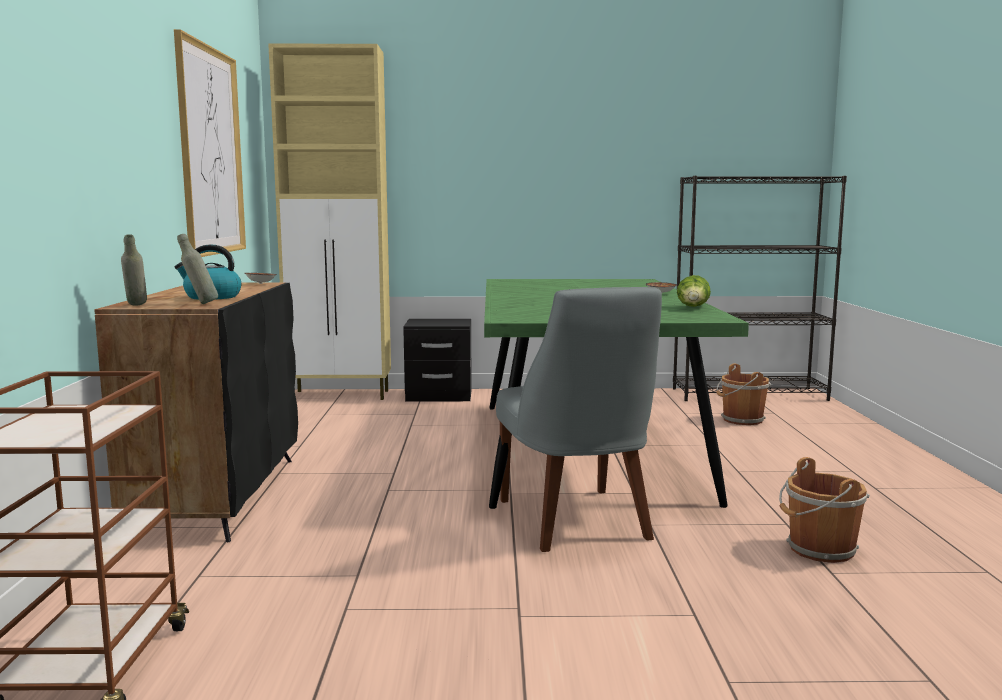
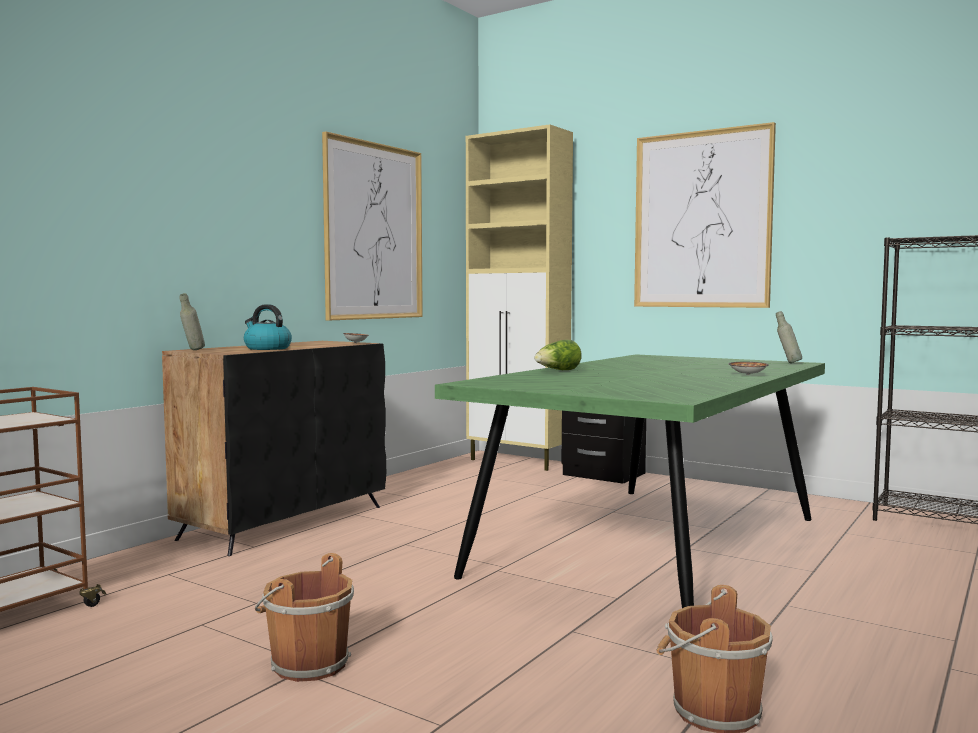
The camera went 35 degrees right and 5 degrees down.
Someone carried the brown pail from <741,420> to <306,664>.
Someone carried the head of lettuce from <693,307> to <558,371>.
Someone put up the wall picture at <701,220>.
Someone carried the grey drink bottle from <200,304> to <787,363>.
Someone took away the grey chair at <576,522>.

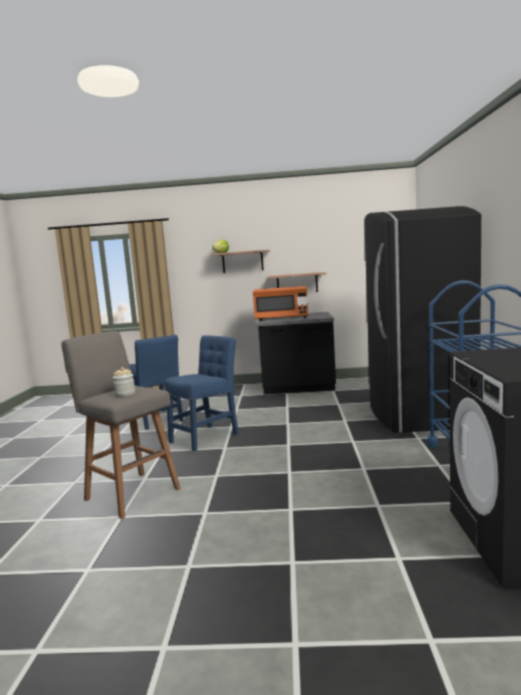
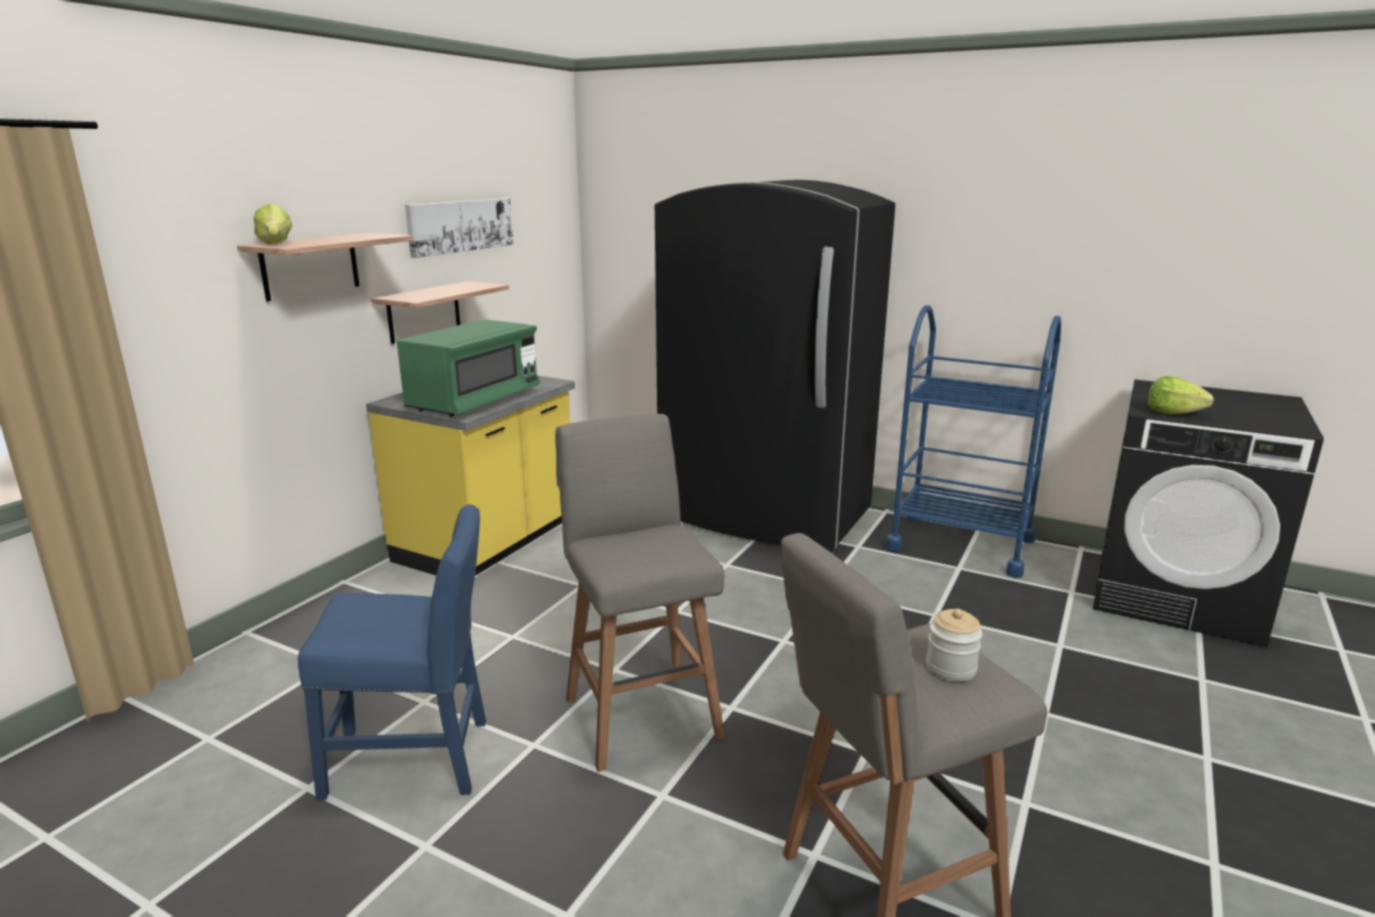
The camera went 65 degrees left and 10 degrees up.
Someone repainted the black kitchen base unit at <298,388>, which became the yellow kitchen base unit at <488,543>.
Someone repainted the orange-coloured microwave oven at <281,318>, which became the greenish microwave oven at <475,401>.
Someone put up the wall picture at <460,226>.
Someone swapped the bluish chair at <206,437> for the grey stool seat at <640,714>.
Someone put down the head of lettuce at <1172,413>.

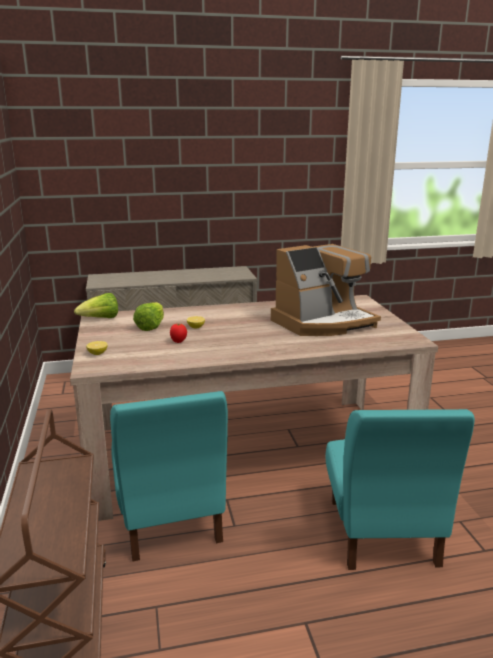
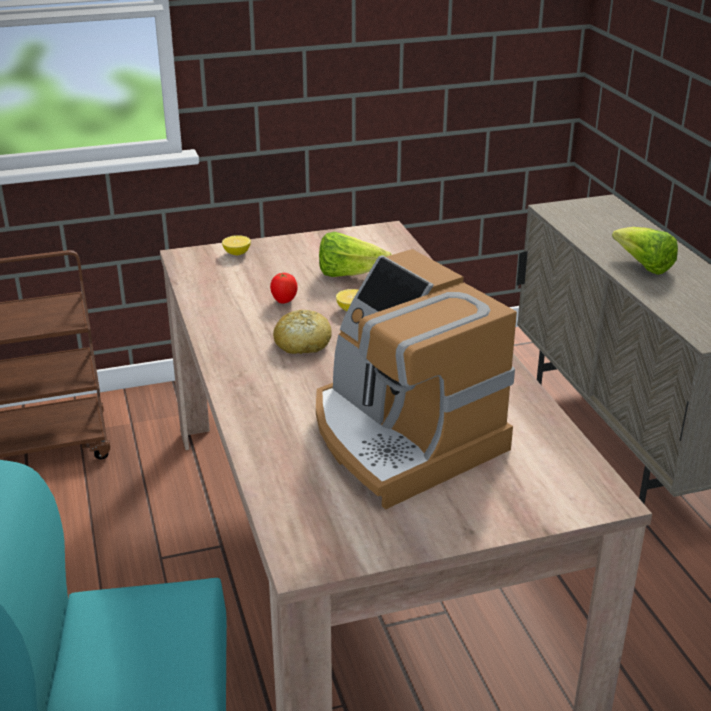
The camera went 85 degrees right and 10 degrees up.
Someone put down the bakery bread at <302,343>.
Someone carried the head of lettuce from <100,319> to <643,266>.
Someone took away the blue-green chair at <170,519>.

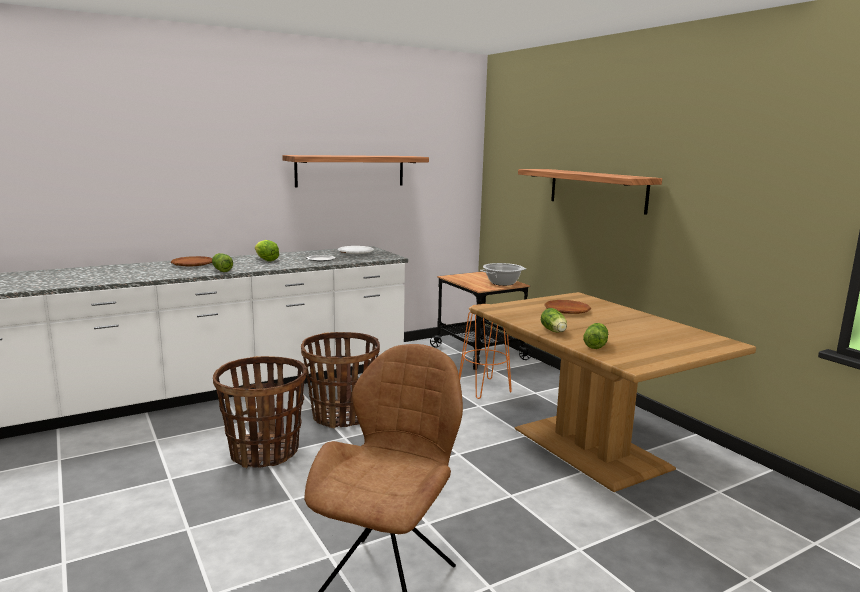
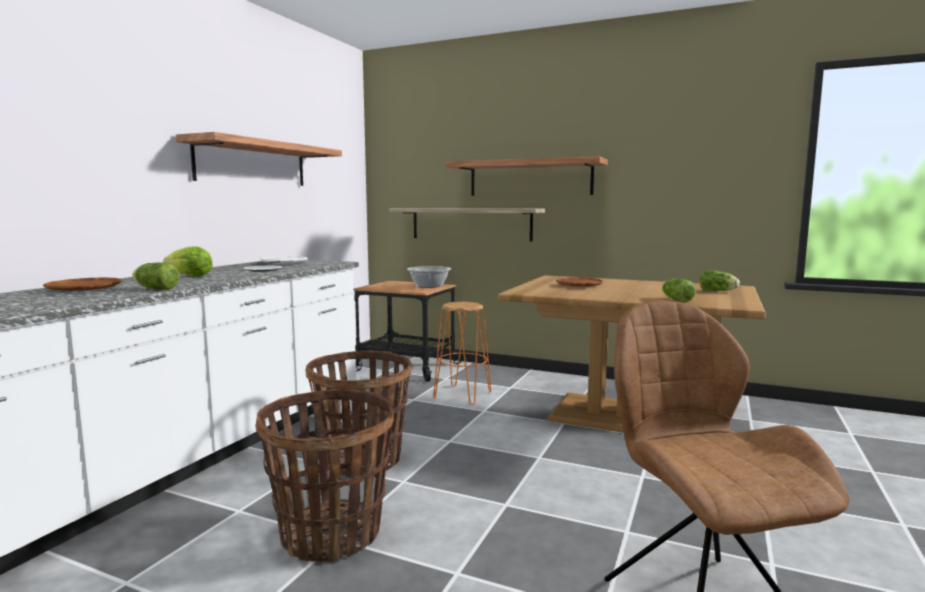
The camera went 35 degrees left and 5 degrees down.
Someone put up the wall shelf at <470,224>.
Someone carried the head of lettuce from <554,331> to <719,291>.

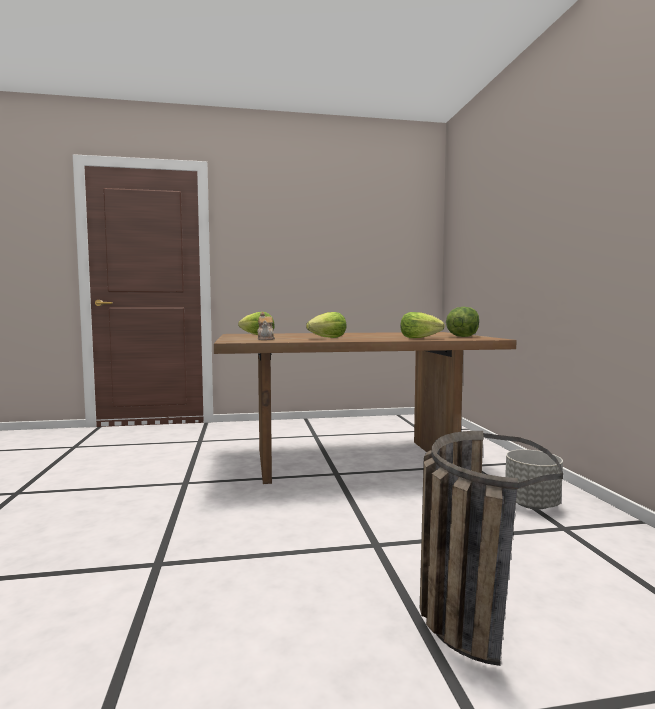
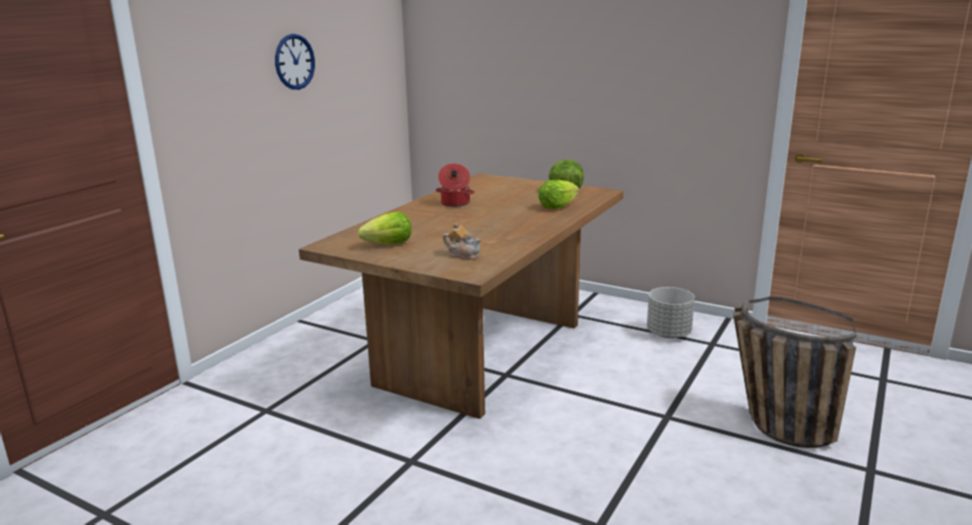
The camera went 50 degrees left and 15 degrees up.
Someone put up the wall clock at <294,62>.
Someone put down the stockpot at <455,203>.
Someone took away the head of lettuce at <328,338>.

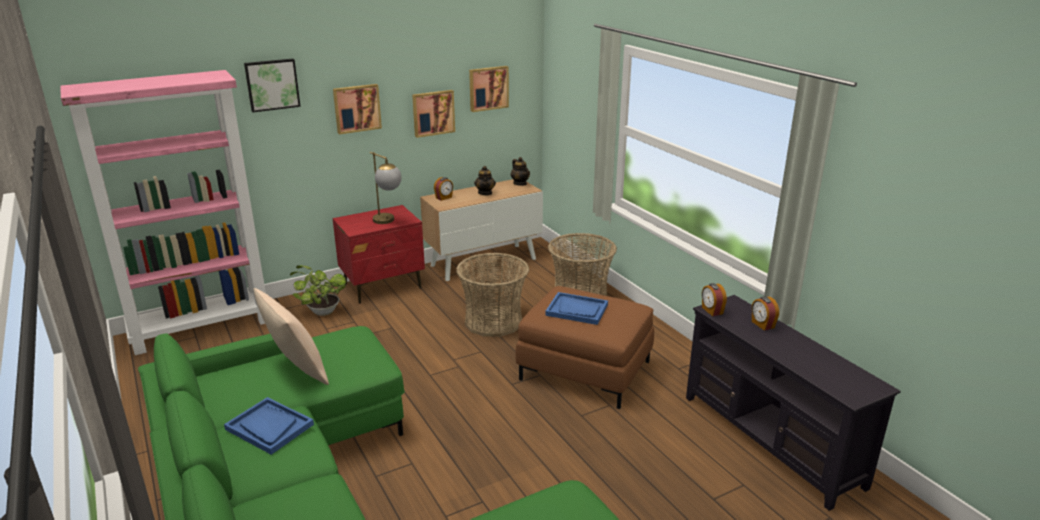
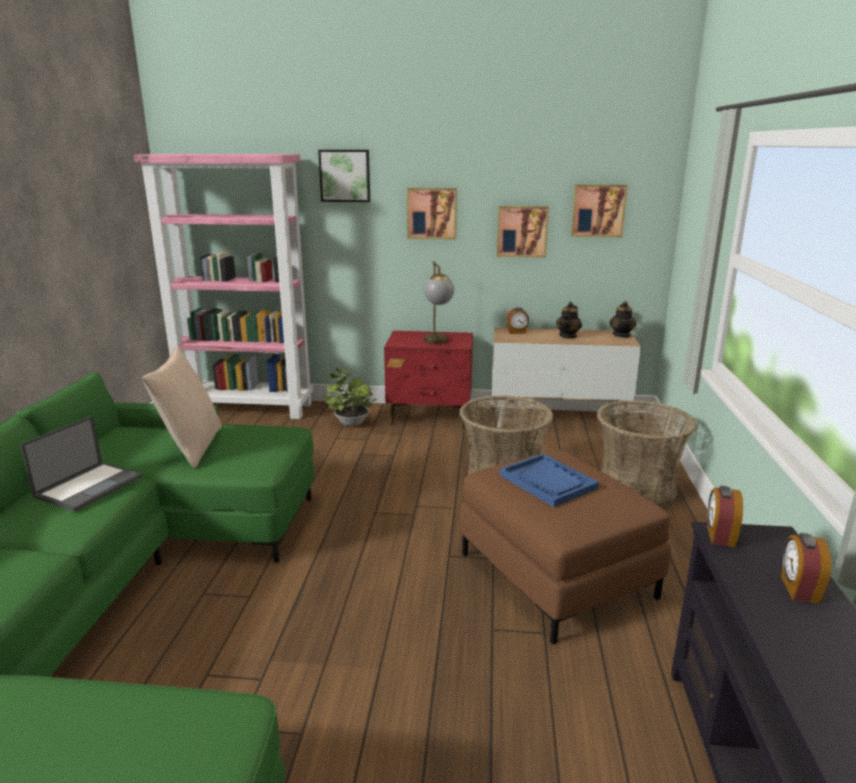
The camera went 35 degrees right and 5 degrees down.
Someone swapped the bluish tray at <269,427> for the portable computer at <89,486>.

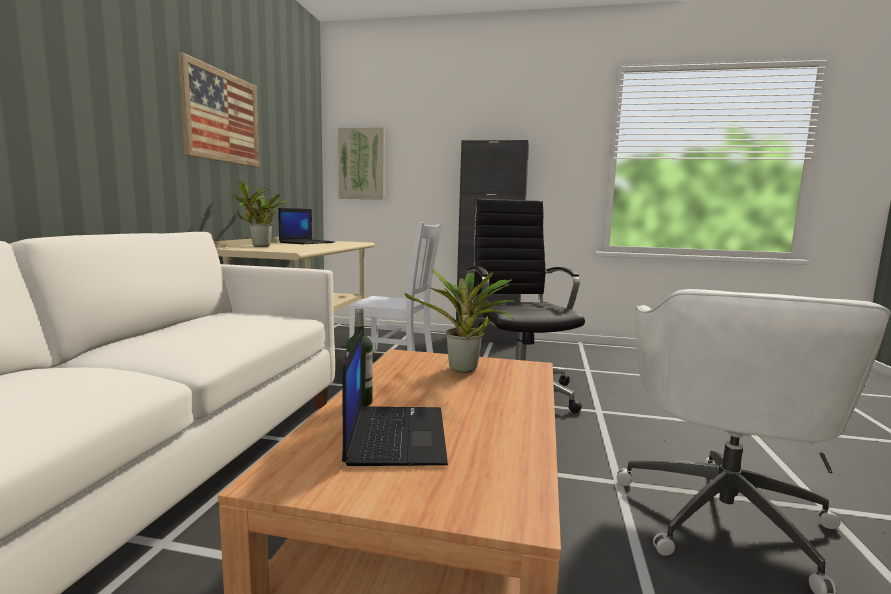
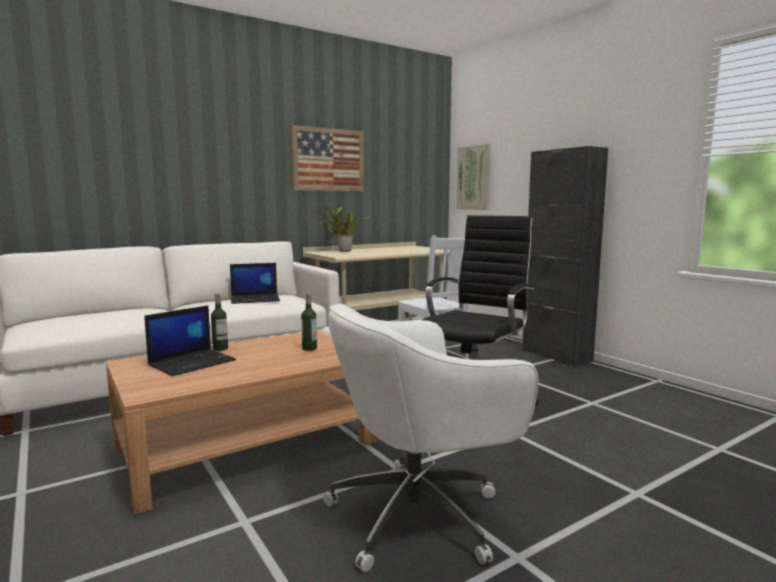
The camera went 45 degrees right and 0 degrees up.
Someone carried the portable computer from <307,242> to <256,299>.
Someone swapped the potted plant at <464,370> for the drink bottle at <309,348>.

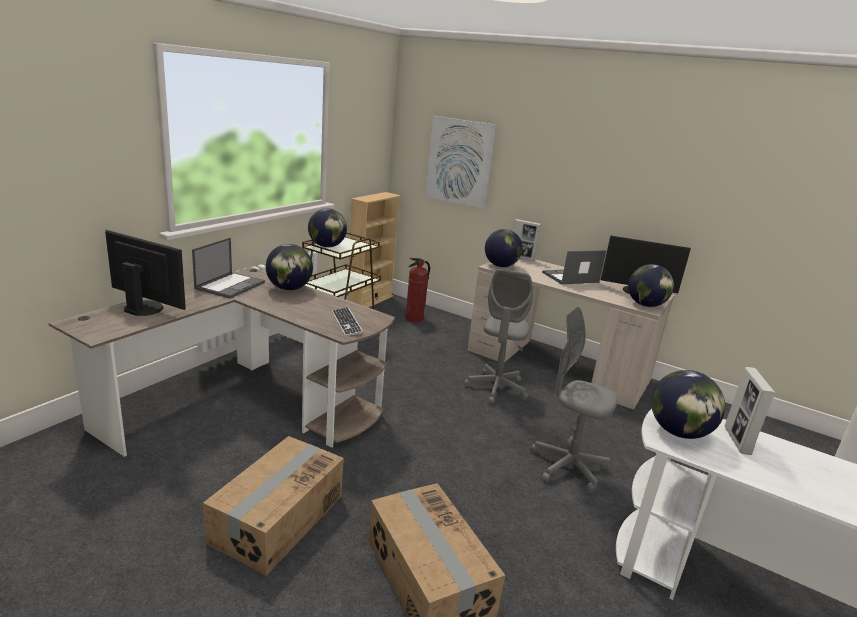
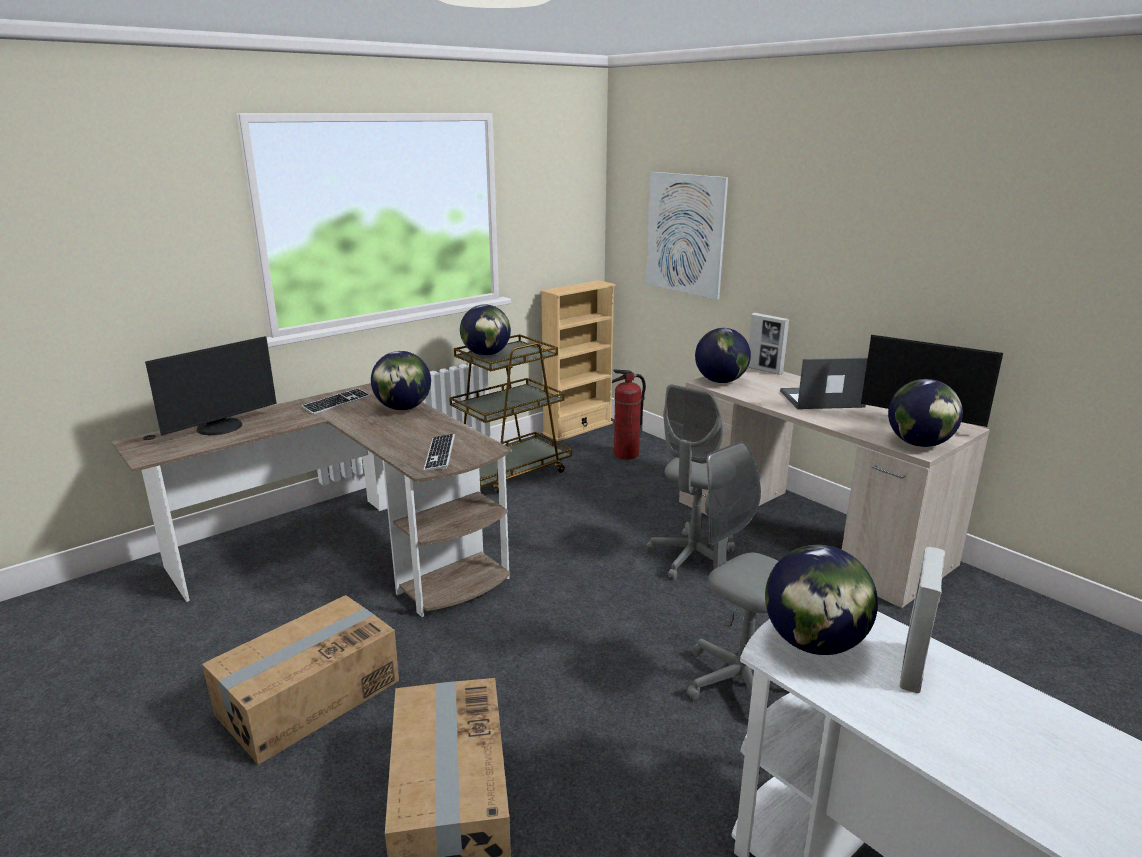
The camera went 20 degrees right and 0 degrees up.
Someone rotated the computer display at <145,308> by 90 degrees clockwise.
Someone swapped the portable computer at <230,285> for the PC keyboard at <337,403>.

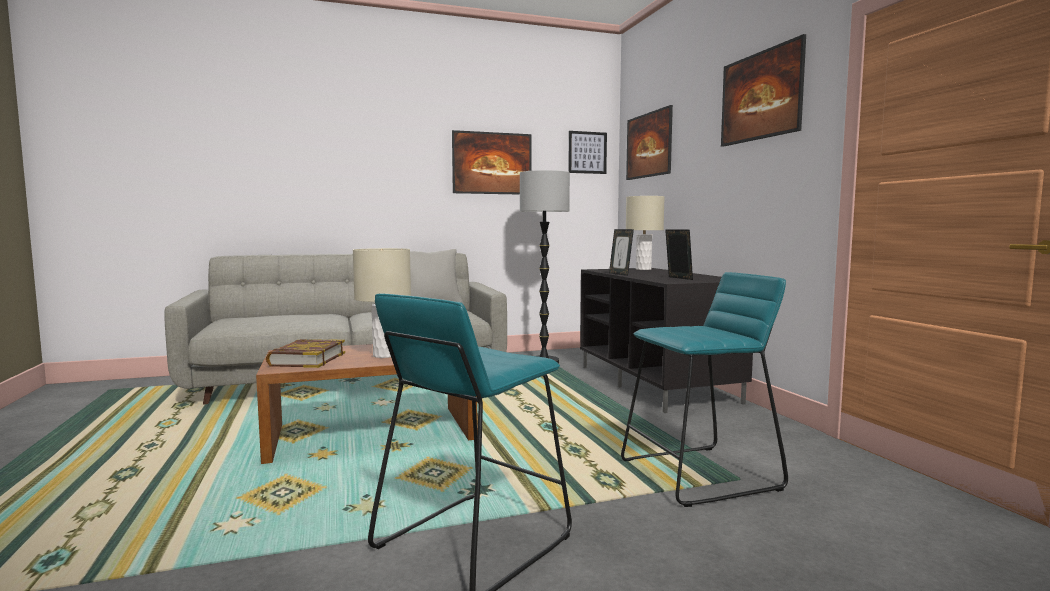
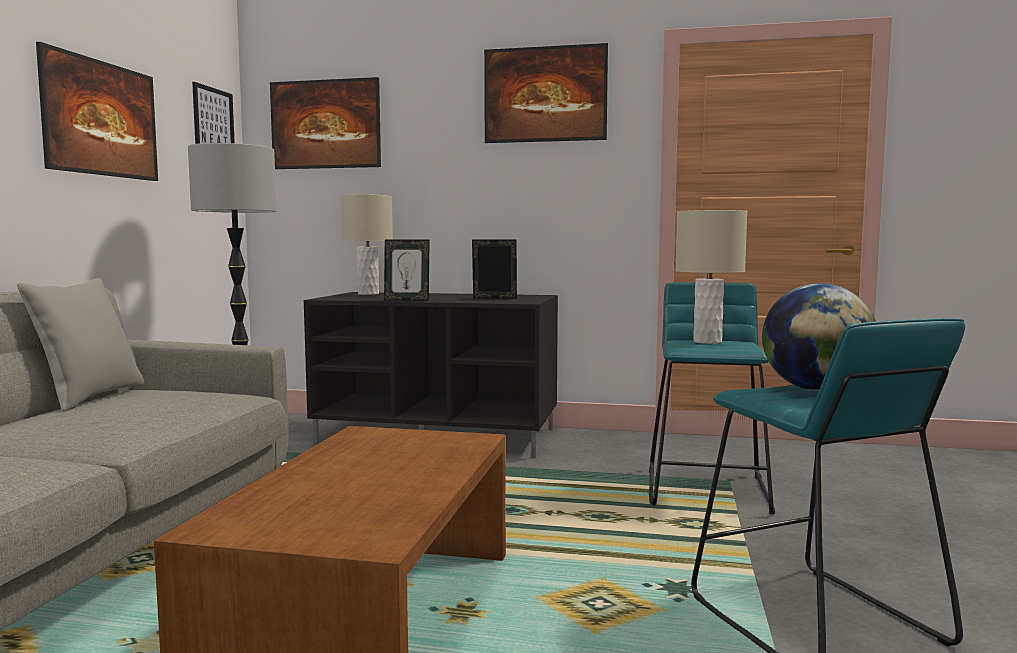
The camera went 60 degrees left and 0 degrees up.
Someone carried the sand-coloured table lamp from <384,355> to <707,341>.
Someone put down the desk globe at <816,389>.
Someone took away the volume at <307,359>.

